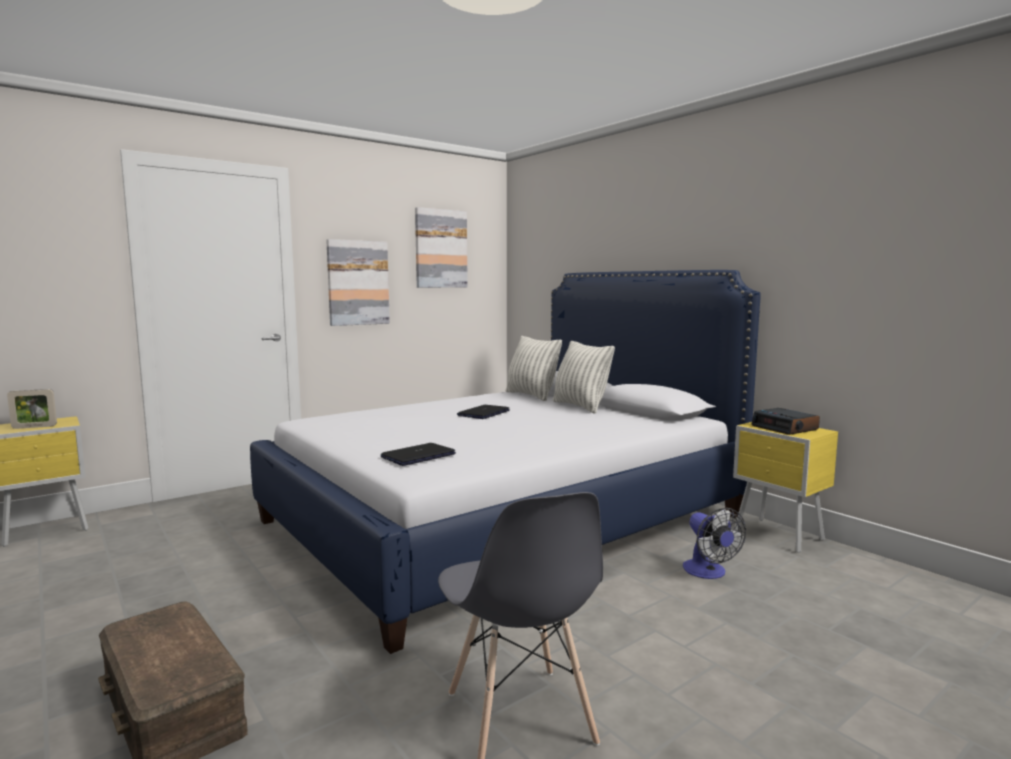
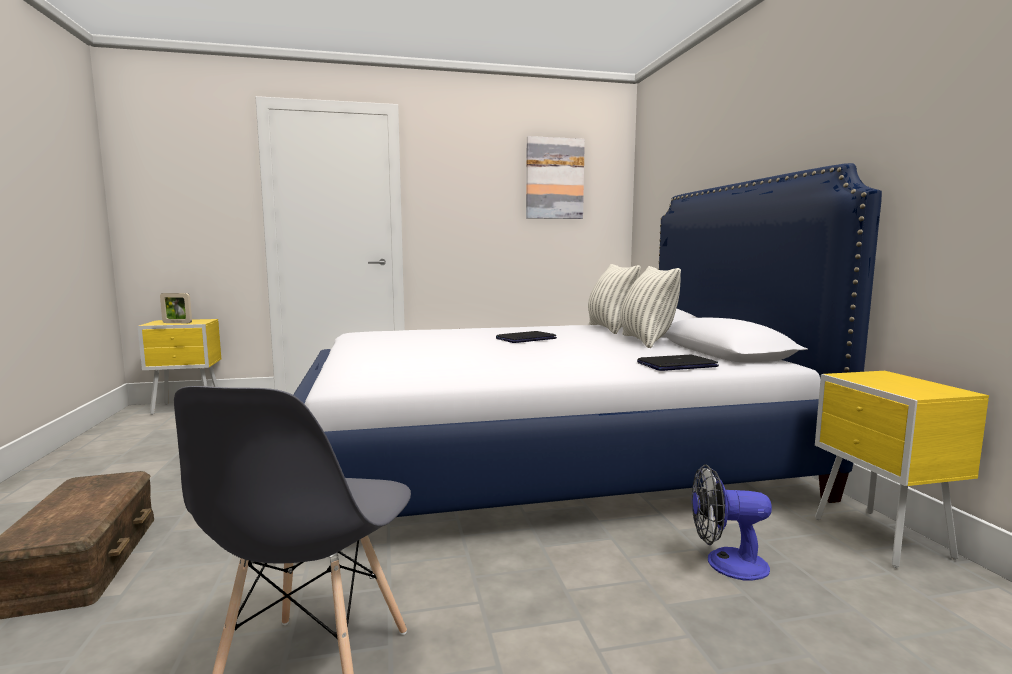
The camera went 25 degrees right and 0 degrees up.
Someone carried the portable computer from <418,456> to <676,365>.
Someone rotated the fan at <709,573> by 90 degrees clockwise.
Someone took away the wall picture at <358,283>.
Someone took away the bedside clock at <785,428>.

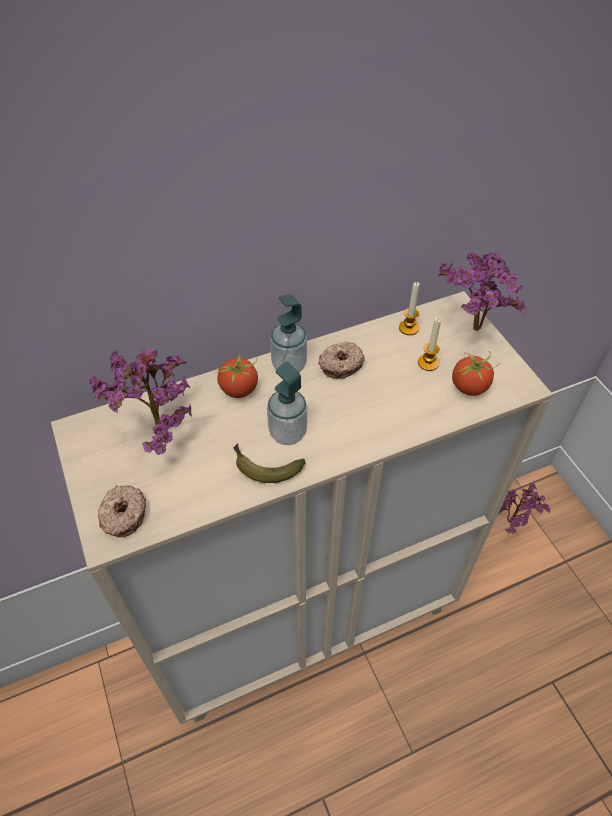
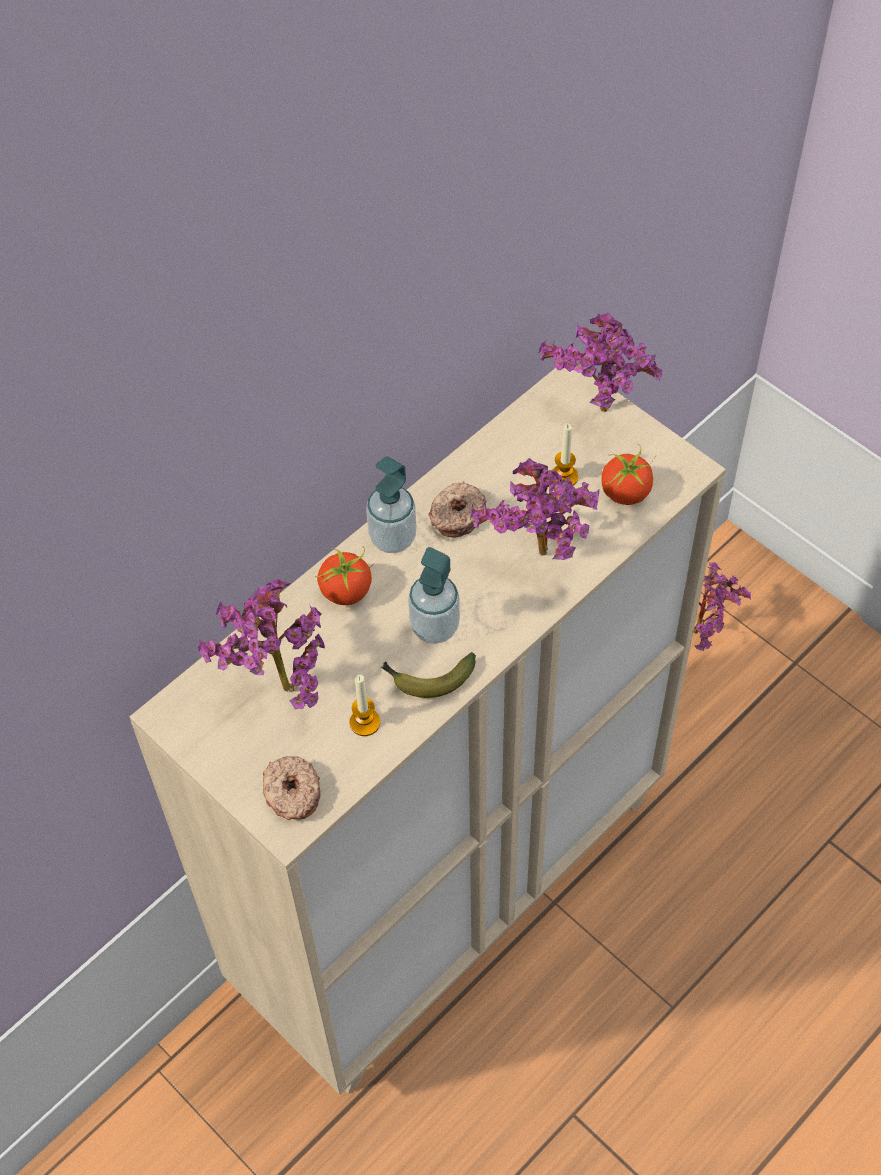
The camera went 20 degrees left and 5 degrees up.
Someone carried the candle from <408,328> to <365,722>.
Someone put down the potted plant at <542,560>.

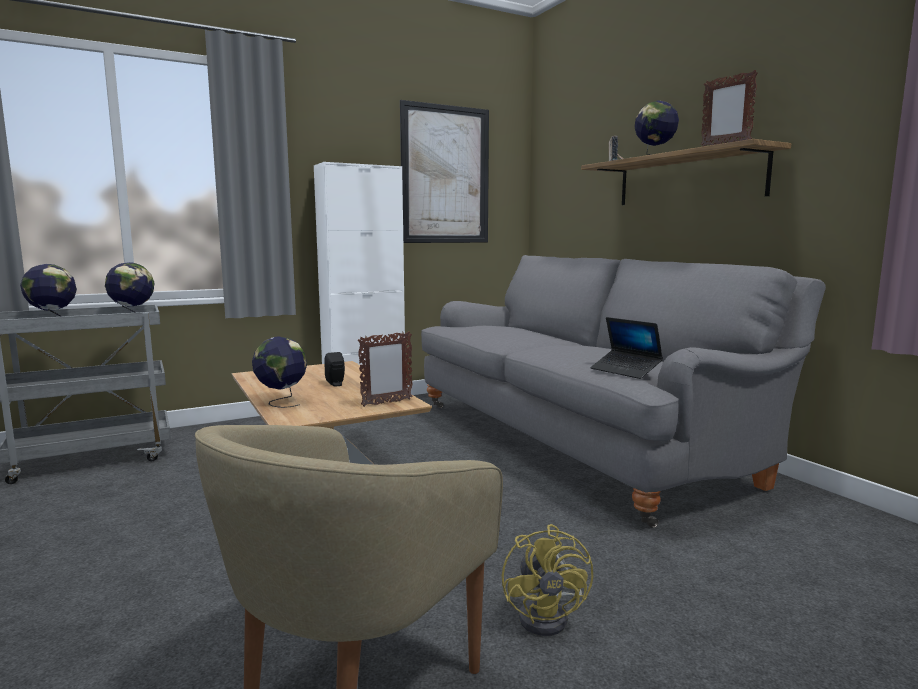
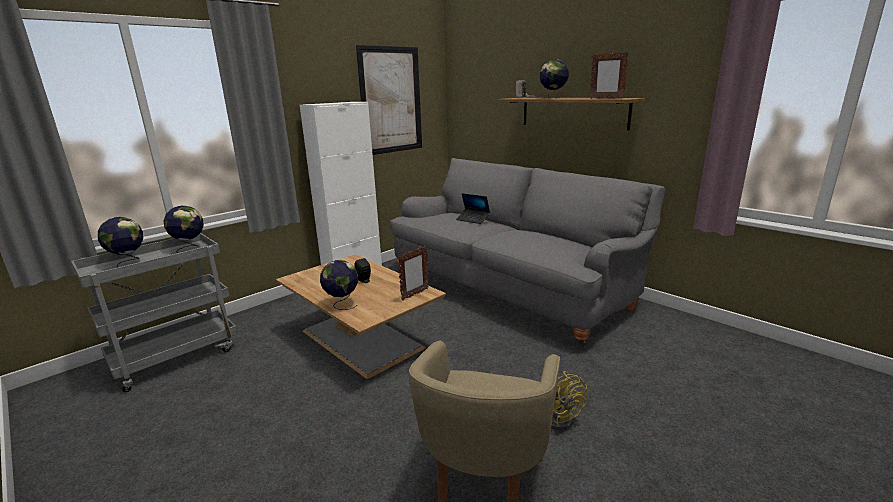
The camera went 15 degrees left and 10 degrees up.
Someone carried the portable computer from <625,371> to <473,219>.

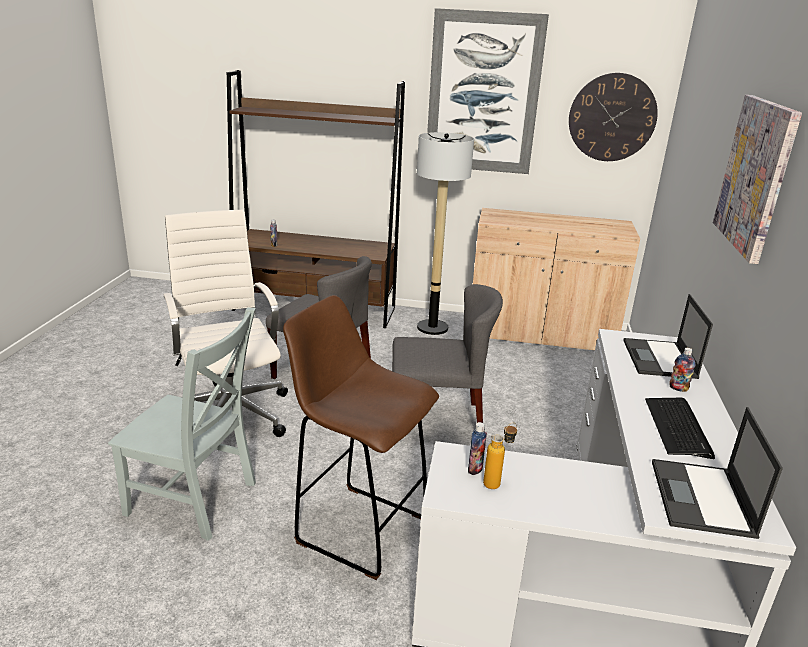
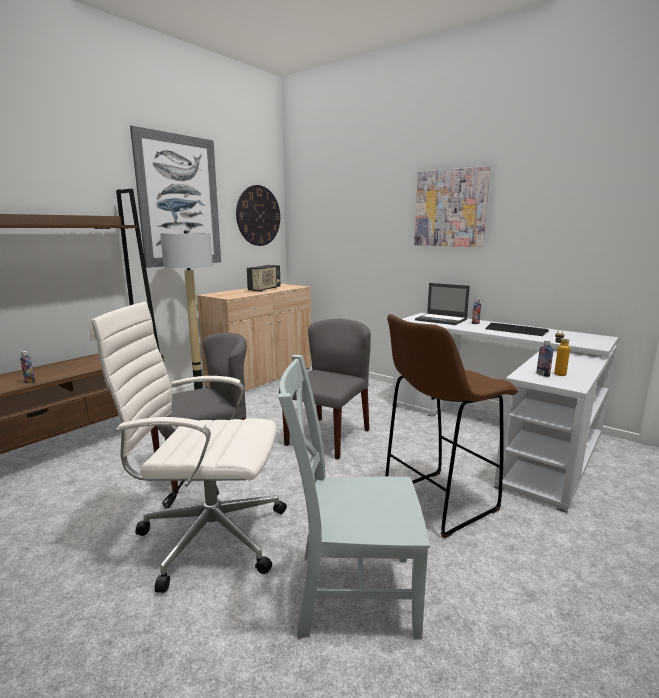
The camera went 60 degrees left and 10 degrees down.
Someone put down the radio at <265,289>.
Someone rotated the grey chair at <196,500> by 135 degrees counterclockwise.
Someone took away the portable computer at <702,499>.

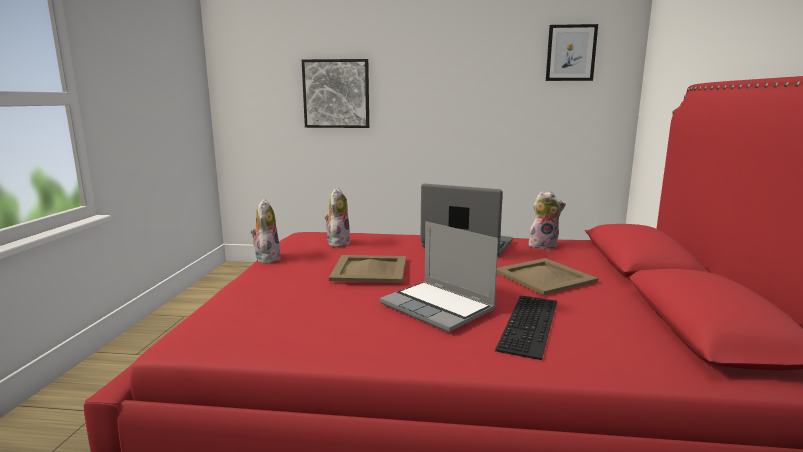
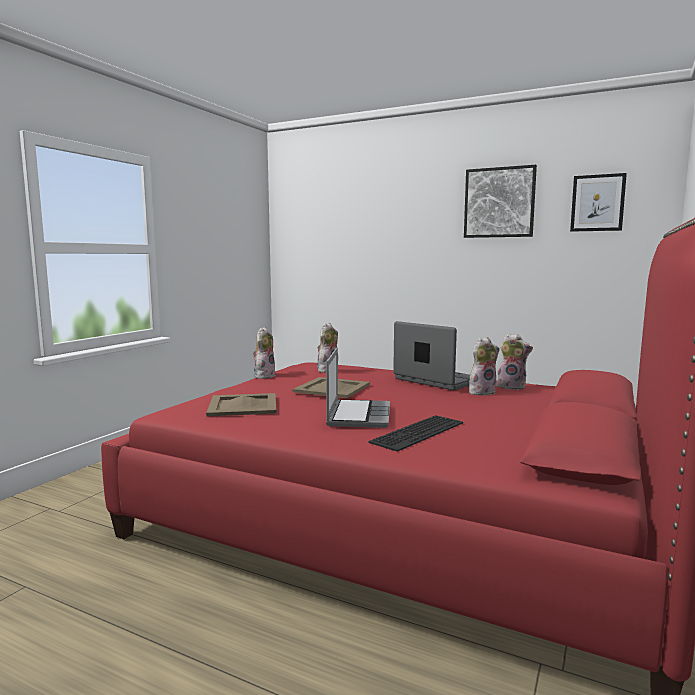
The camera went 20 degrees right and 5 degrees down.
Someone carried the sand-coloured tray from <544,276> to <243,405>.
Someone rotated the portable computer at <439,307> by 150 degrees counterclockwise.
Someone carried the wall picture from <336,94> to <499,202>.
Someone put down the cuddly toy at <481,392>.

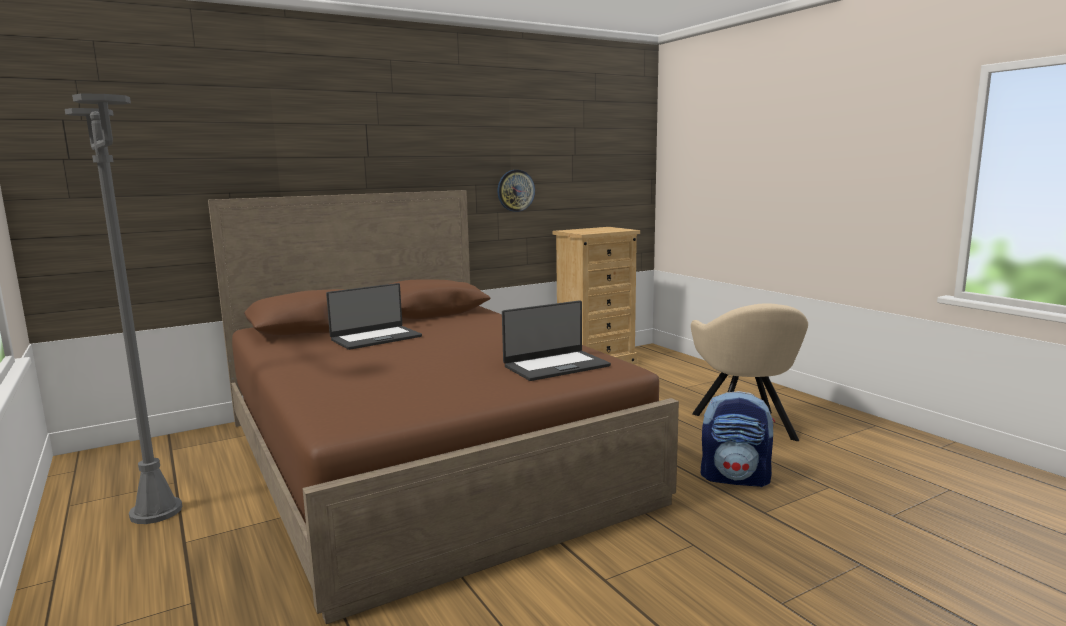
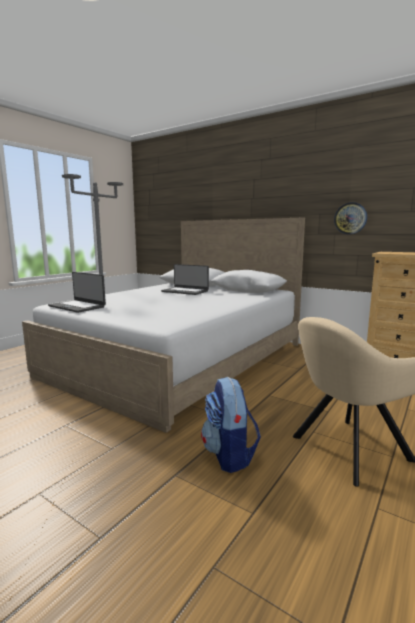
The camera went 65 degrees right and 0 degrees up.
Someone repainted the brown bed at <424,457>, which became the white-coloured bed at <180,358>.
Someone carried the portable computer from <555,366> to <77,306>.

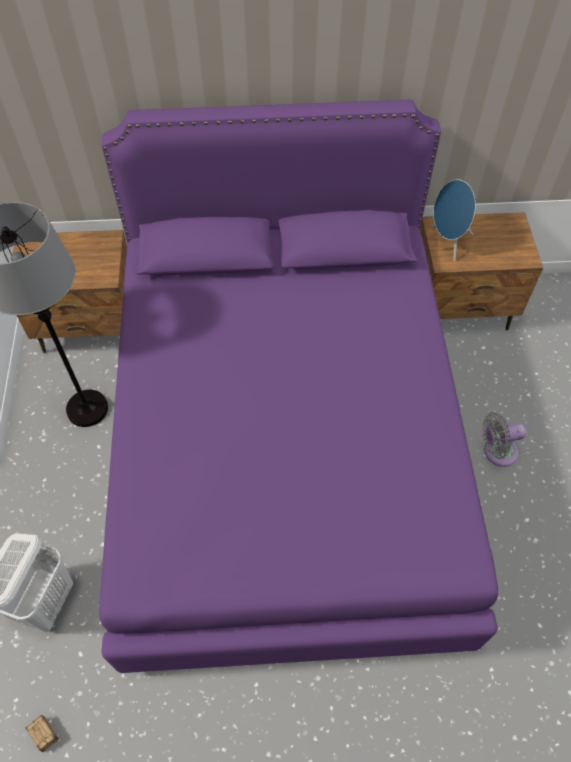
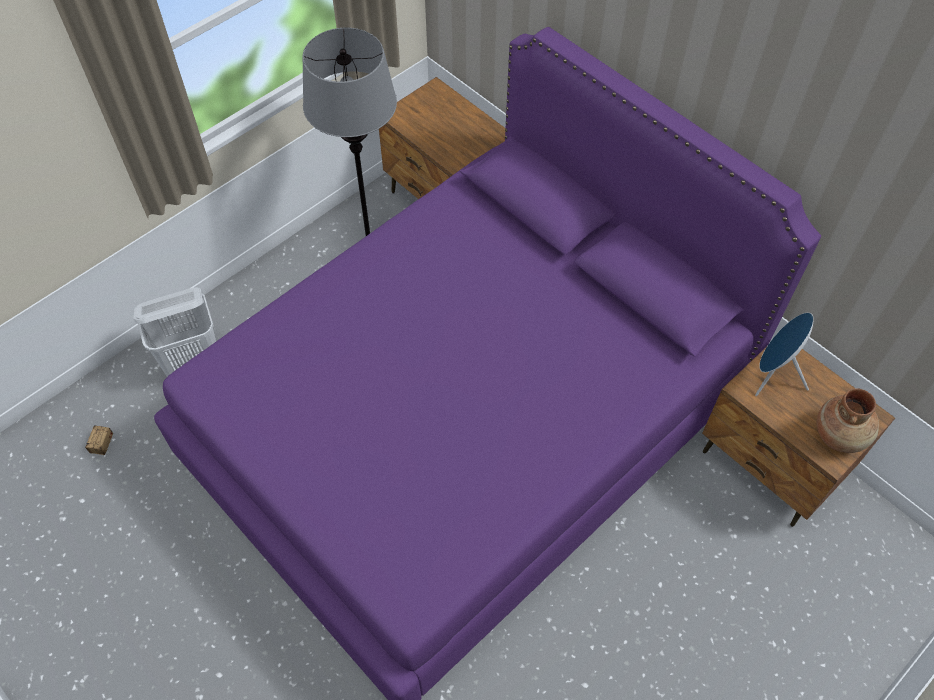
The camera went 50 degrees right and 0 degrees up.
Someone put down the brown decorative vase at <840,435>.
Someone took away the grey fan at <496,452>.

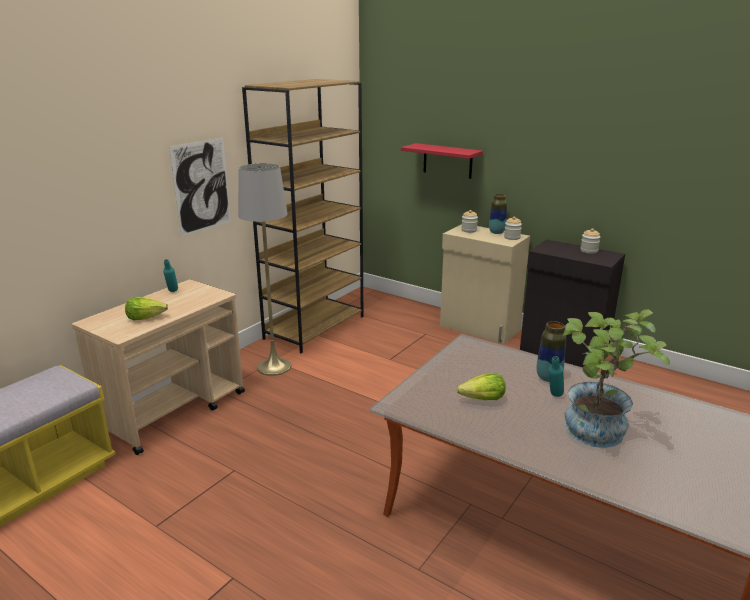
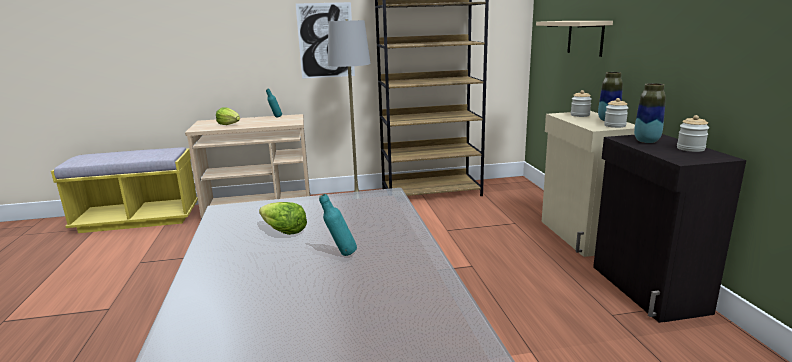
The camera went 45 degrees right and 5 degrees down.
Someone repainted the red-coloured wall shelf at <447,161>, which became the sand-coloured wall shelf at <585,37>.
Someone carried the decorative vase from <548,378> to <646,141>.
Someone took away the potted plant at <595,436>.

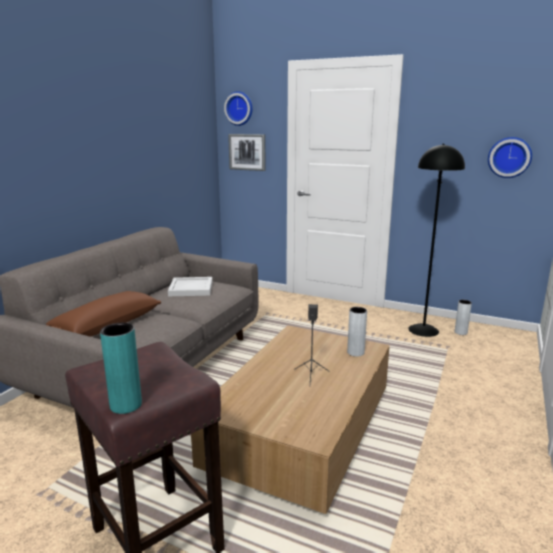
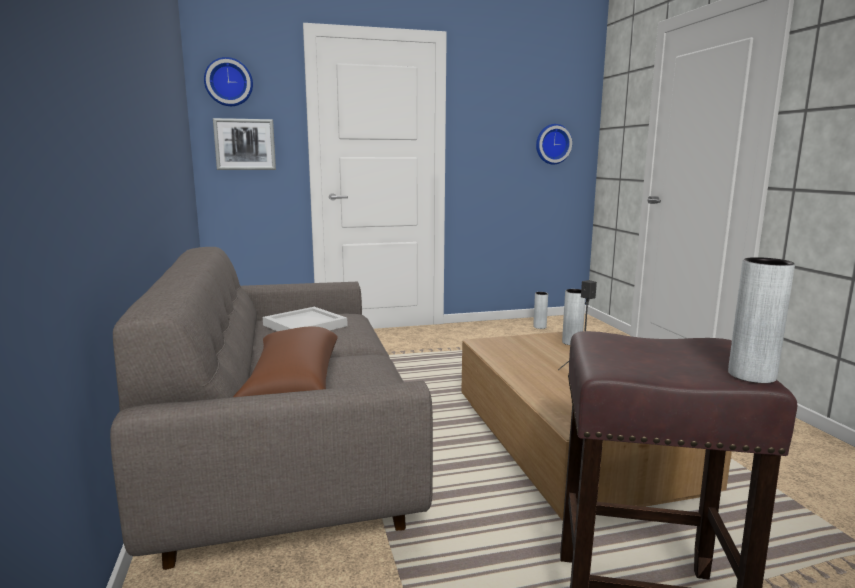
The camera went 40 degrees left and 5 degrees down.
Someone repainted the blue-green decorative vase at <126,405>, which became the grey decorative vase at <751,375>.
Someone took away the black standing lamp at <423,330>.

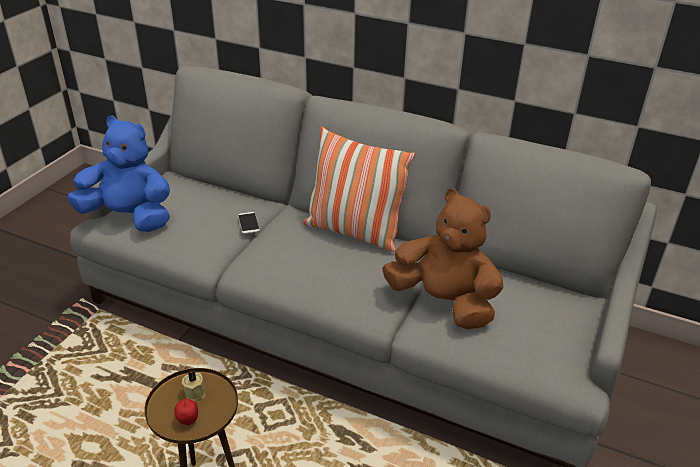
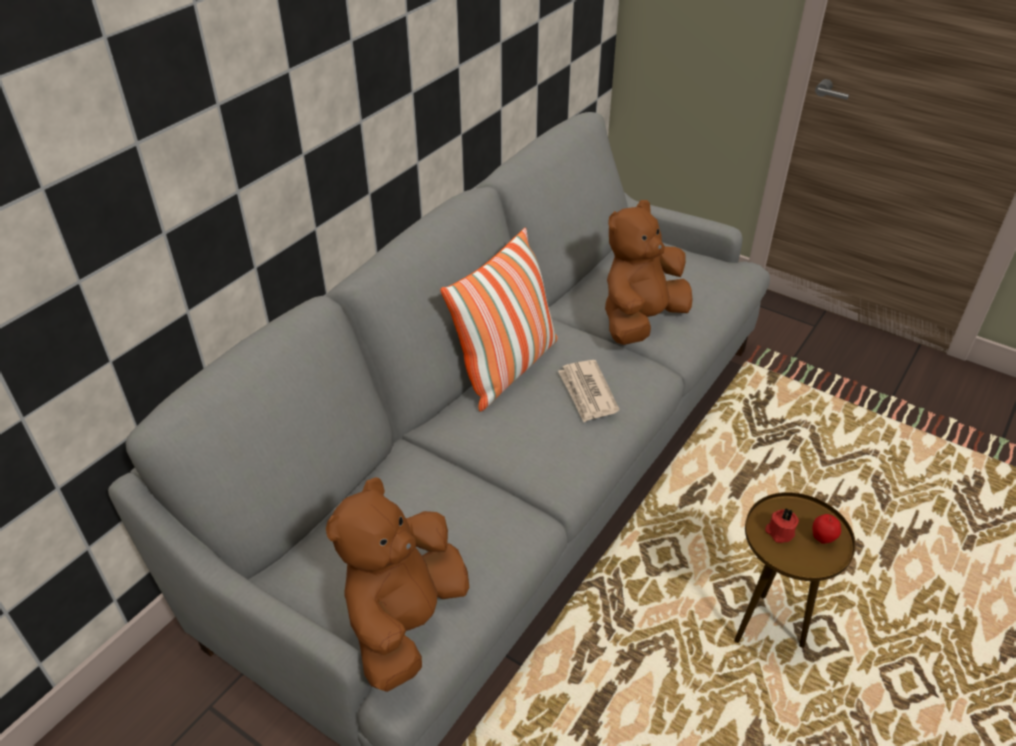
The camera went 80 degrees left and 5 degrees up.
Someone repainted the bluish cuddly toy at <129,217>, which became the brown cuddly toy at <405,621>.
Someone put down the newspaper at <587,393>.
Someone repainted the sand-coloured candle at <196,392>, which became the red-coloured candle at <779,532>.
Someone took away the telephone at <248,223>.

